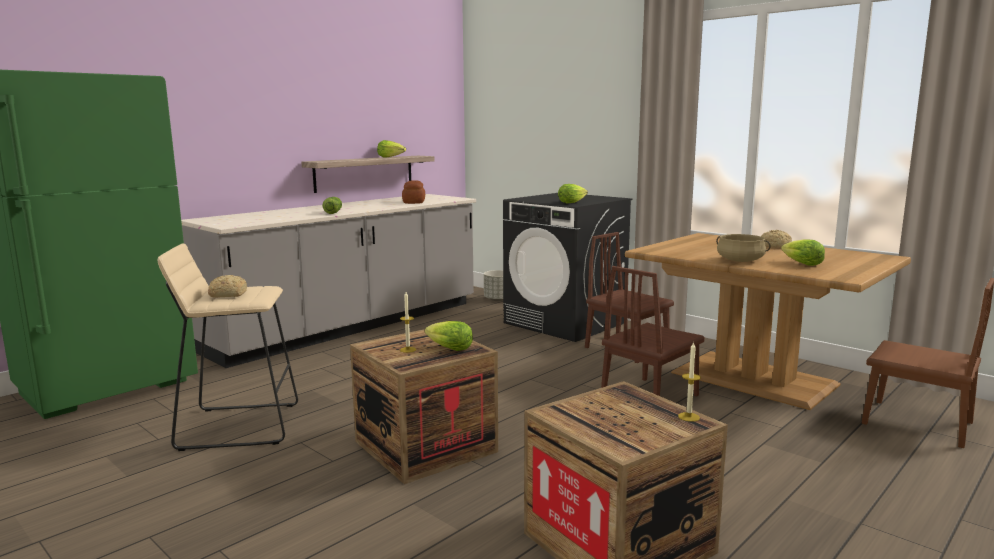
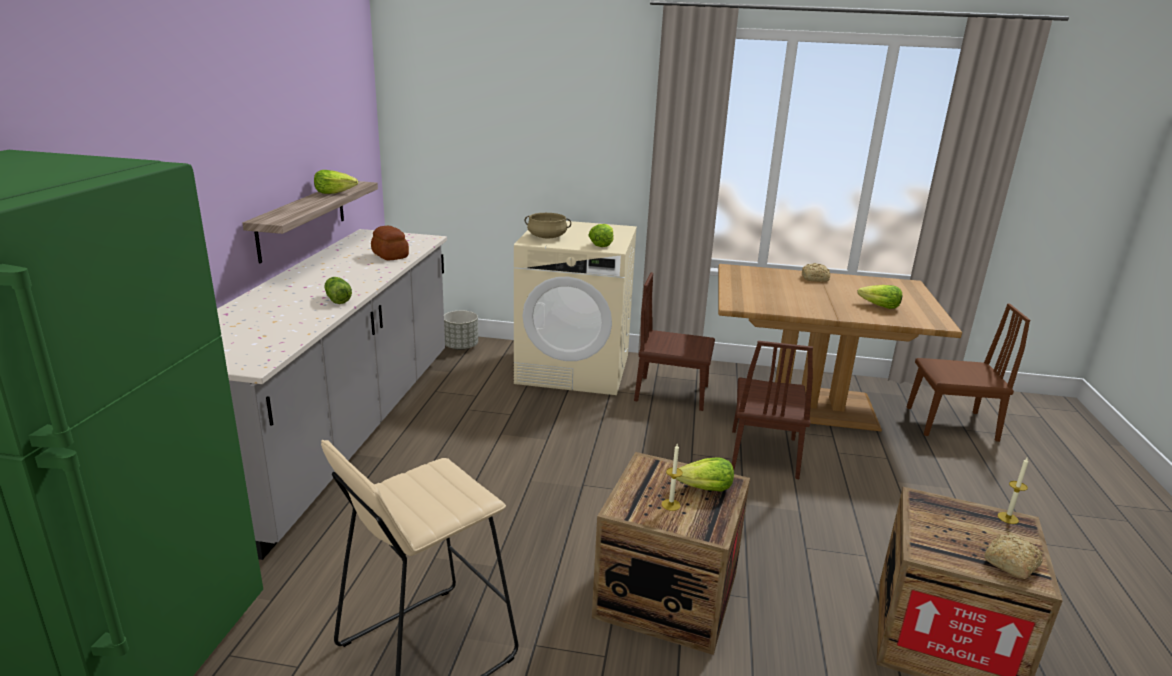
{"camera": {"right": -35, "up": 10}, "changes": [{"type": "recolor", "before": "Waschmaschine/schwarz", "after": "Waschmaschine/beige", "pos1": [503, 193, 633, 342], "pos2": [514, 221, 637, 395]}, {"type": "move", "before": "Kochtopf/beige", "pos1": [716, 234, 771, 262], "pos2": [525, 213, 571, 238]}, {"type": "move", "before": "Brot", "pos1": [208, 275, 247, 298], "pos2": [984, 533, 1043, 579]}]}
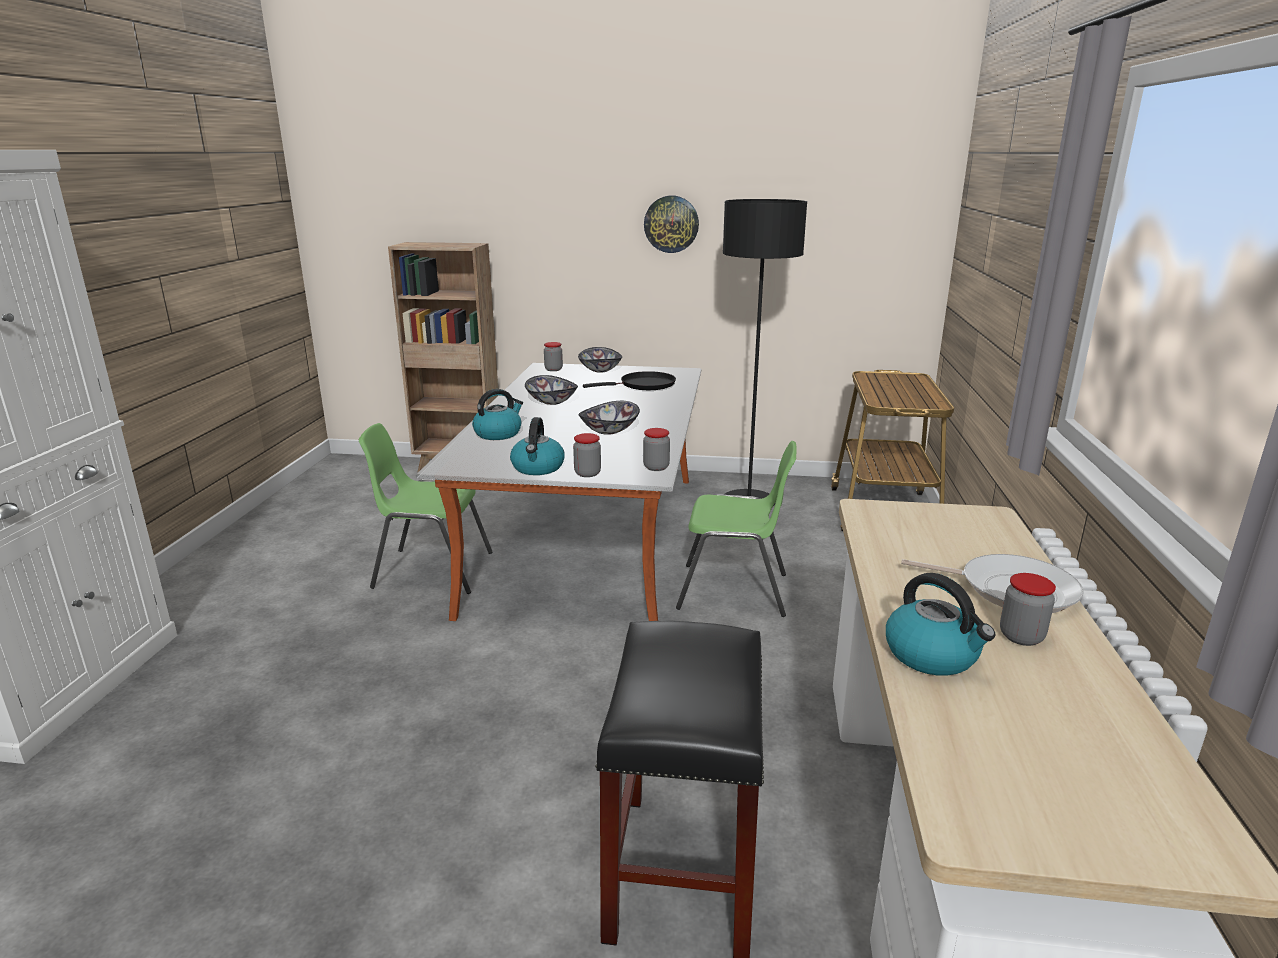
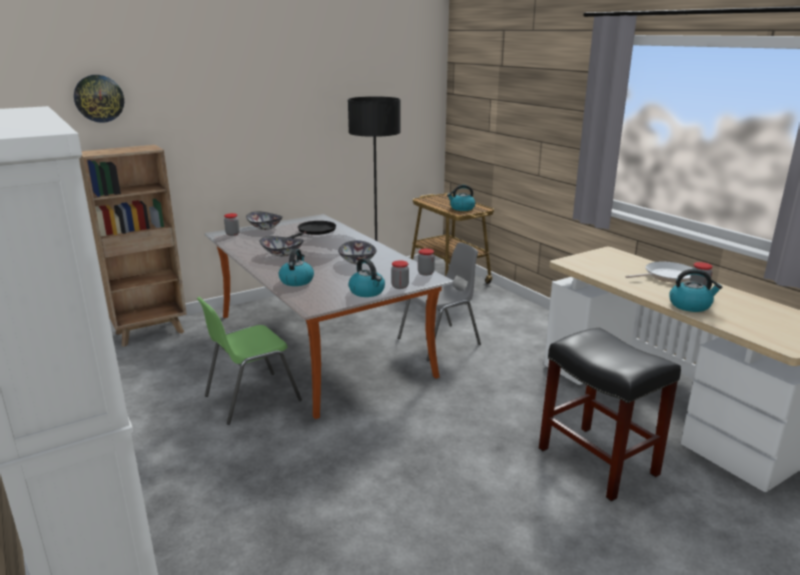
{"camera": {"right": -40, "up": 0}, "changes": [{"type": "move", "before": "Wanduhr", "pos1": [644, 195, 699, 253], "pos2": [74, 75, 124, 123]}, {"type": "recolor", "before": "Stuhl/grün", "after": "Stuhl/grau", "pos1": [676, 441, 797, 617], "pos2": [398, 242, 481, 361]}, {"type": "insert", "after": "Wasserkessel", "pos2": [447, 185, 475, 211]}]}
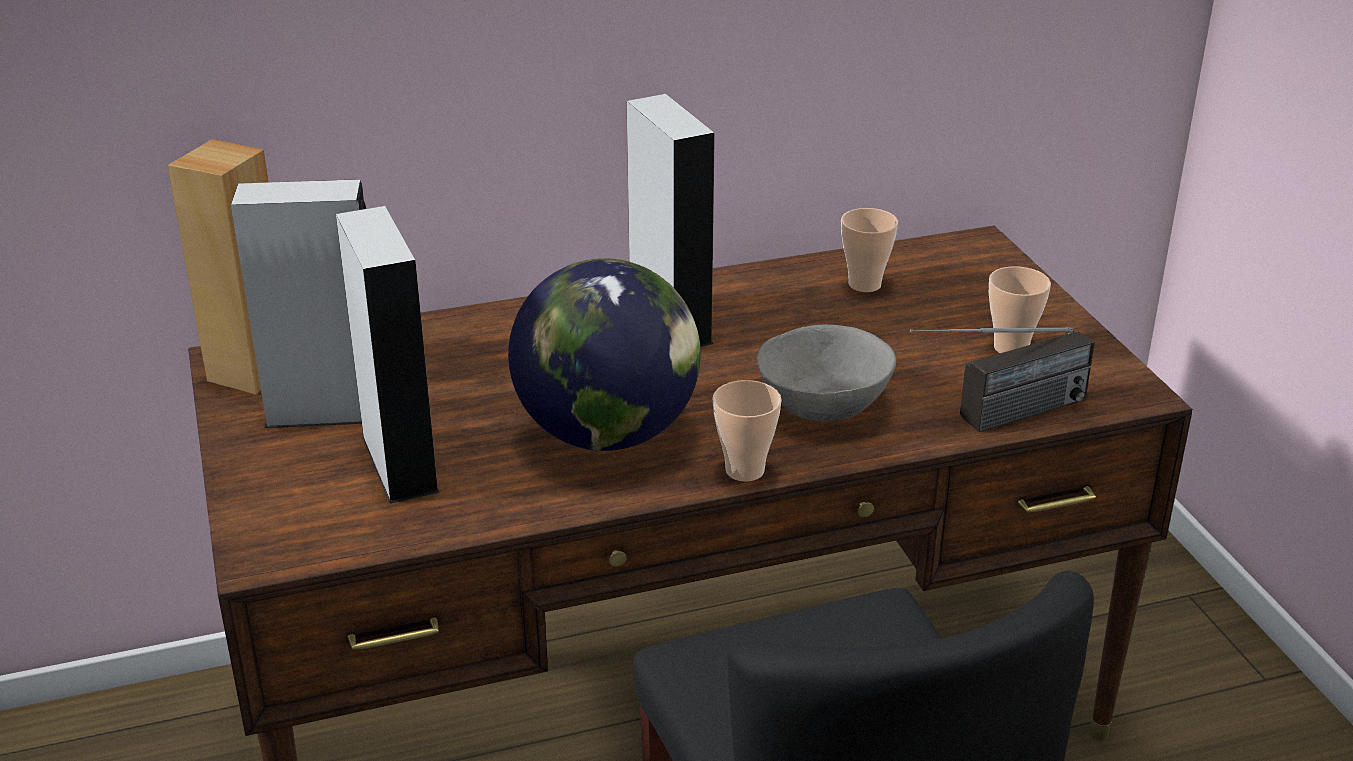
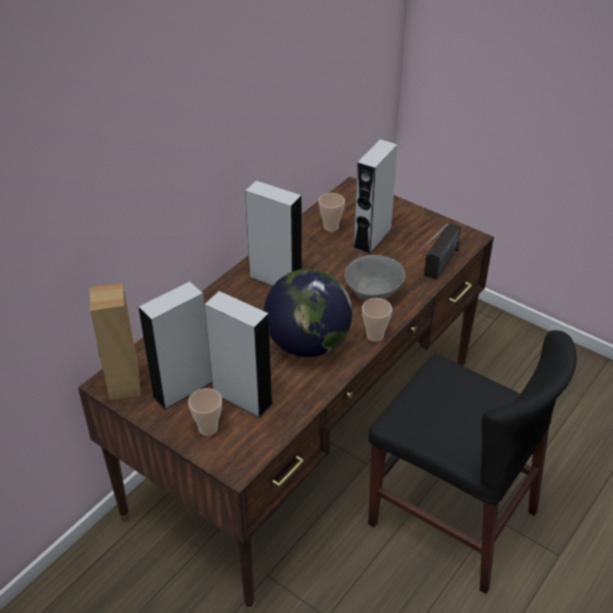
{"camera": {"right": -35, "up": 10}, "changes": [{"type": "move", "before": "Tasse", "pos1": [989, 266, 1051, 353], "pos2": [188, 388, 222, 436]}, {"type": "insert", "after": "Lautsprecher/grau", "pos2": [353, 139, 398, 255]}]}
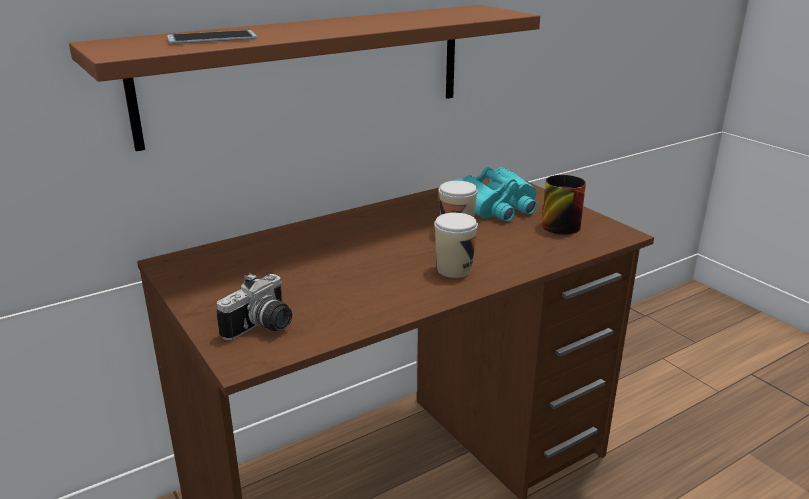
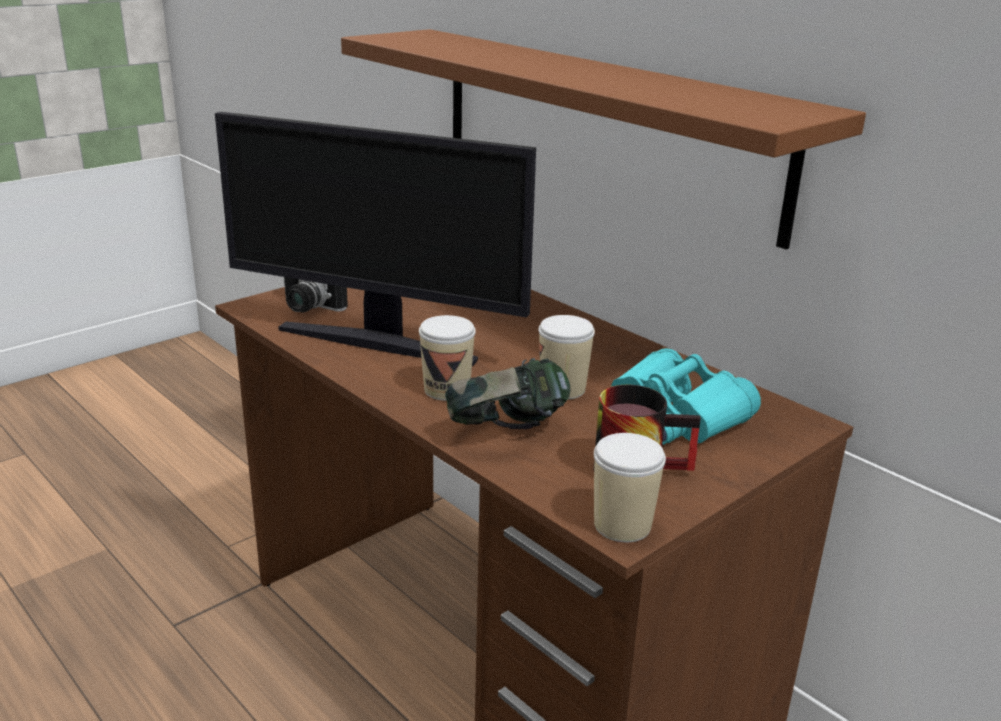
{"camera": {"right": 80, "up": 0}, "changes": [{"type": "delete", "before": "Handy", "pos1": [167, 30, 257, 44]}, {"type": "insert", "after": "Monitor", "pos2": [215, 112, 536, 367]}, {"type": "insert", "after": "Kopfhörer", "pos2": [445, 358, 570, 429]}, {"type": "insert", "after": "Tasse", "pos2": [594, 433, 666, 542]}]}
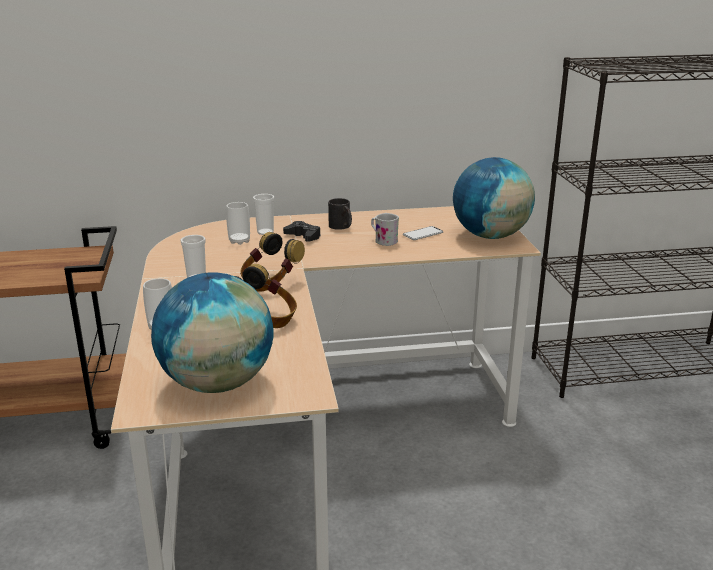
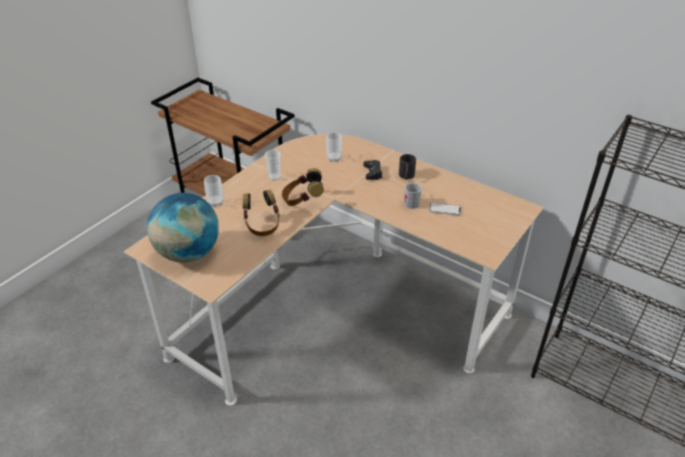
{"camera": {"right": 45, "up": 15}, "changes": [{"type": "delete", "before": "Globus", "pos1": [453, 157, 535, 239]}, {"type": "delete", "before": "Tasse", "pos1": [253, 194, 274, 235]}]}
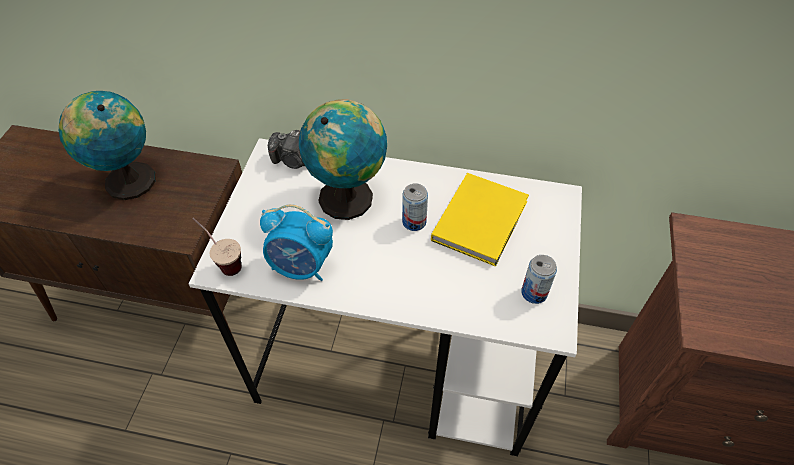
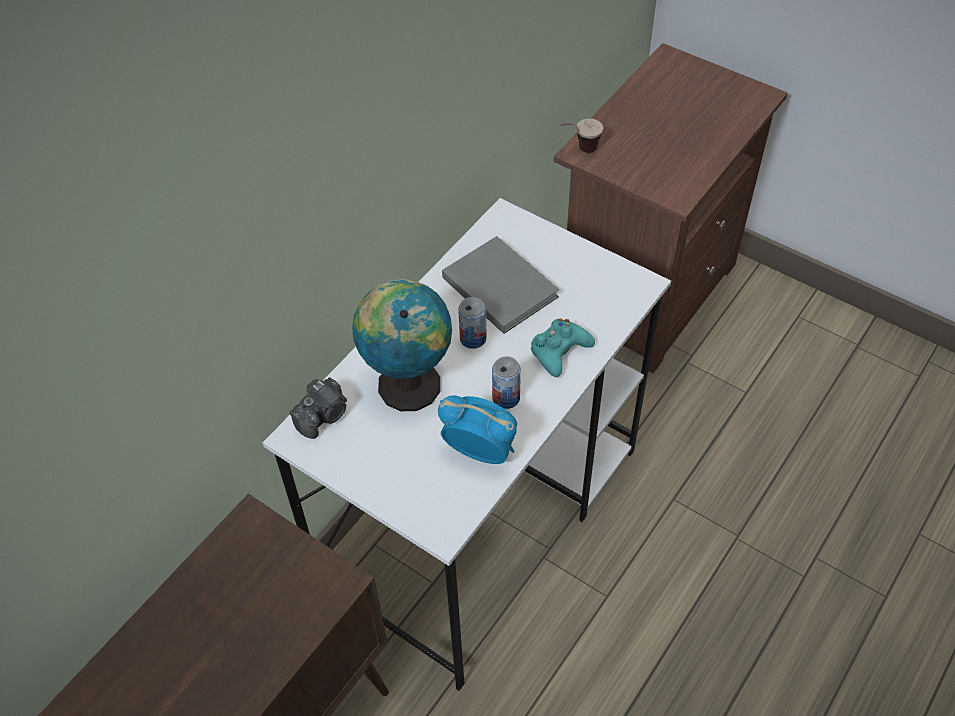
{"camera": {"right": -65, "up": 0}, "changes": [{"type": "delete", "before": "Globus", "pos1": [59, 91, 156, 200]}, {"type": "recolor", "before": "Buch/gelb", "after": "Buch/grau", "pos1": [431, 173, 529, 267], "pos2": [442, 236, 559, 334]}, {"type": "rotate", "before": "Wecker", "pos1": [260, 204, 333, 281], "pos2": [438, 395, 517, 464], "turn": -105}, {"type": "move", "before": "Tasse", "pos1": [192, 218, 242, 276], "pos2": [560, 118, 603, 153]}, {"type": "move", "before": "Dose", "pos1": [521, 255, 557, 304], "pos2": [492, 356, 521, 409]}, {"type": "insert", "after": "Gamepad/türkis", "pos2": [531, 319, 595, 377]}]}
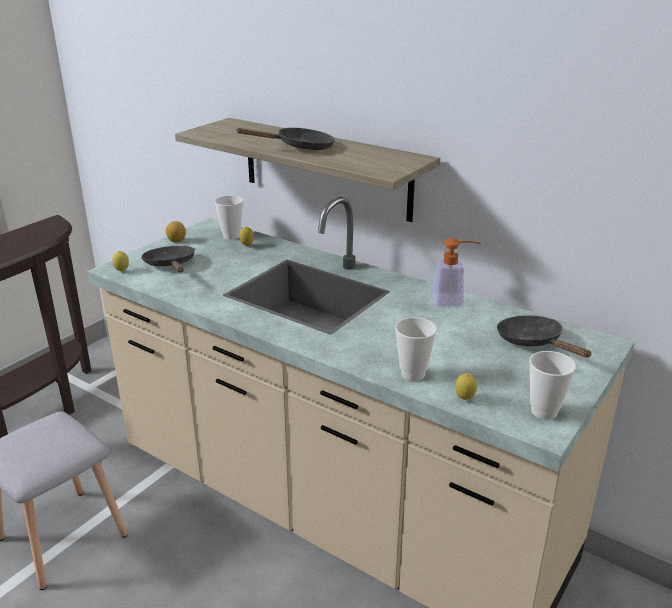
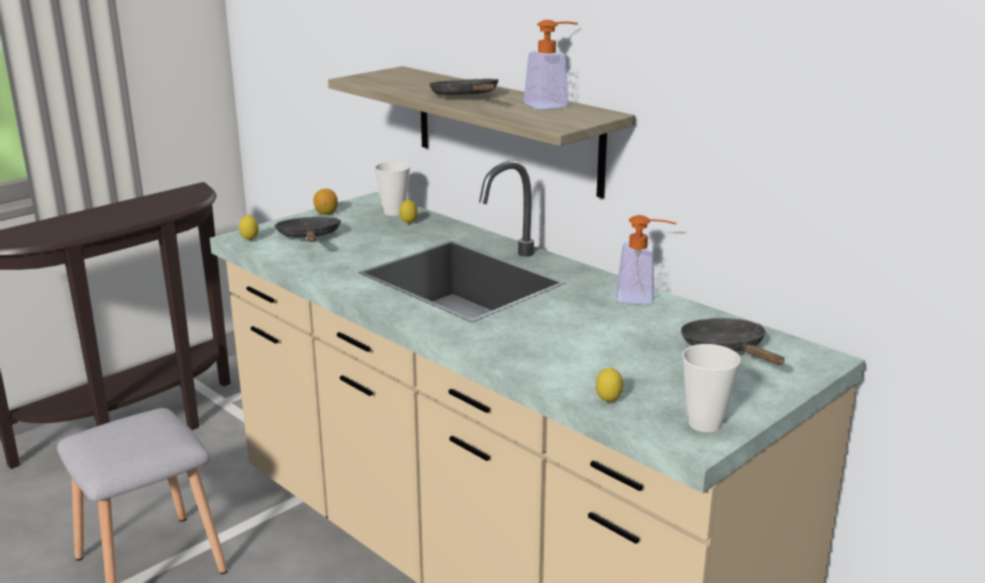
{"camera": {"right": 10, "up": -5}, "changes": [{"type": "rotate", "before": "Pfanne/schwarz", "pos1": [235, 128, 335, 150], "pos2": [429, 79, 498, 95], "turn": -105}, {"type": "delete", "before": "Tasse", "pos1": [395, 317, 437, 381]}, {"type": "insert", "after": "Seifenspender", "pos2": [524, 20, 578, 110]}]}
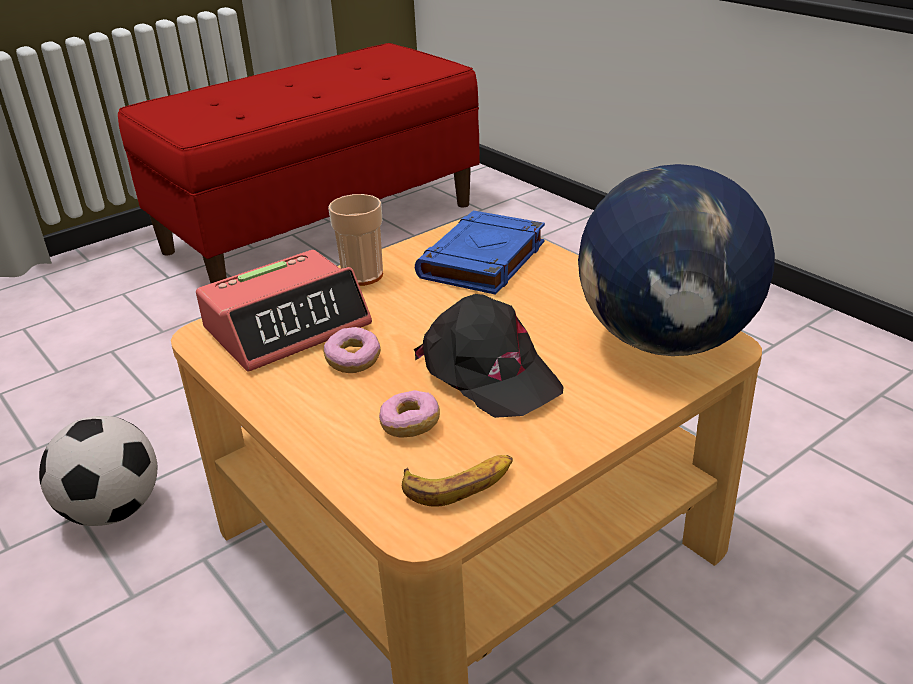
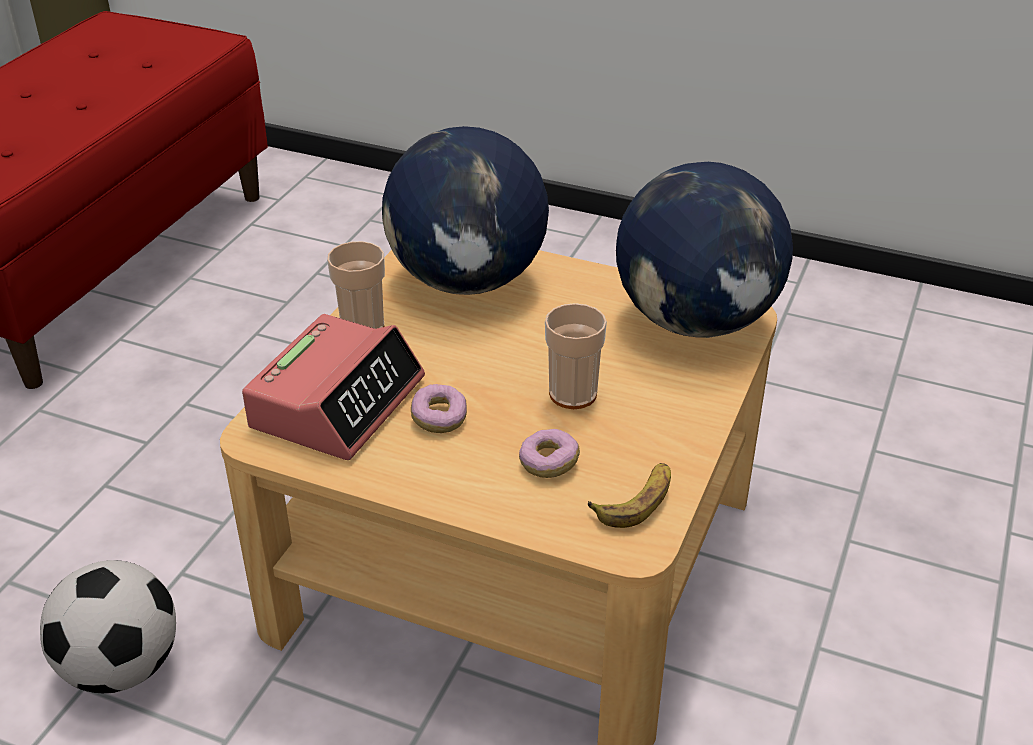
{"camera": {"right": -30, "up": 5}, "changes": [{"type": "replace", "before": "Buch/blau", "after": "Globus", "pos1": [415, 211, 545, 295], "pos2": [382, 126, 549, 295]}, {"type": "replace", "before": "Kappe/schwarz", "after": "Tasse", "pos1": [414, 294, 563, 418], "pos2": [545, 303, 607, 409]}]}
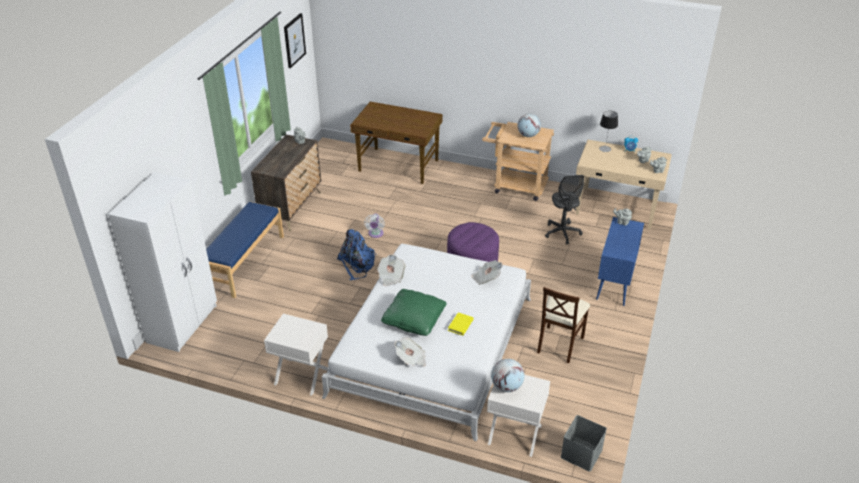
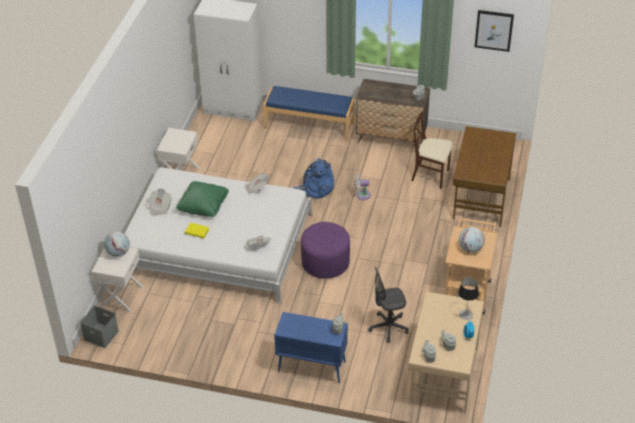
{"camera": {"right": 85, "up": 5}, "changes": [{"type": "move", "before": "Stuhl/beige", "pos1": [537, 287, 590, 363], "pos2": [411, 111, 453, 189]}]}
